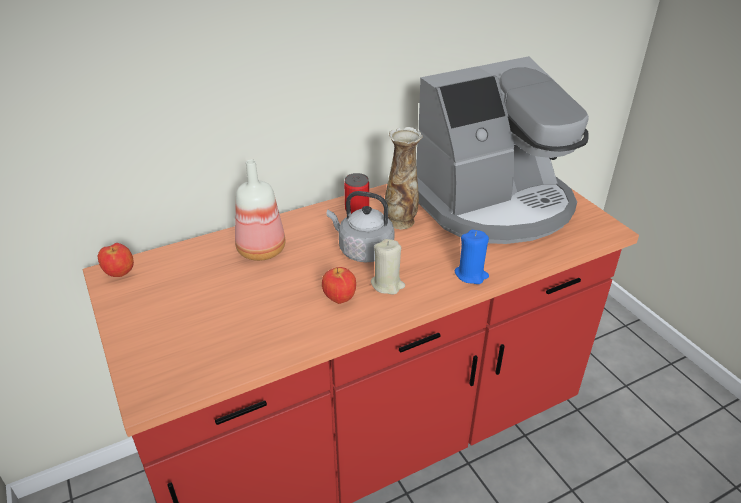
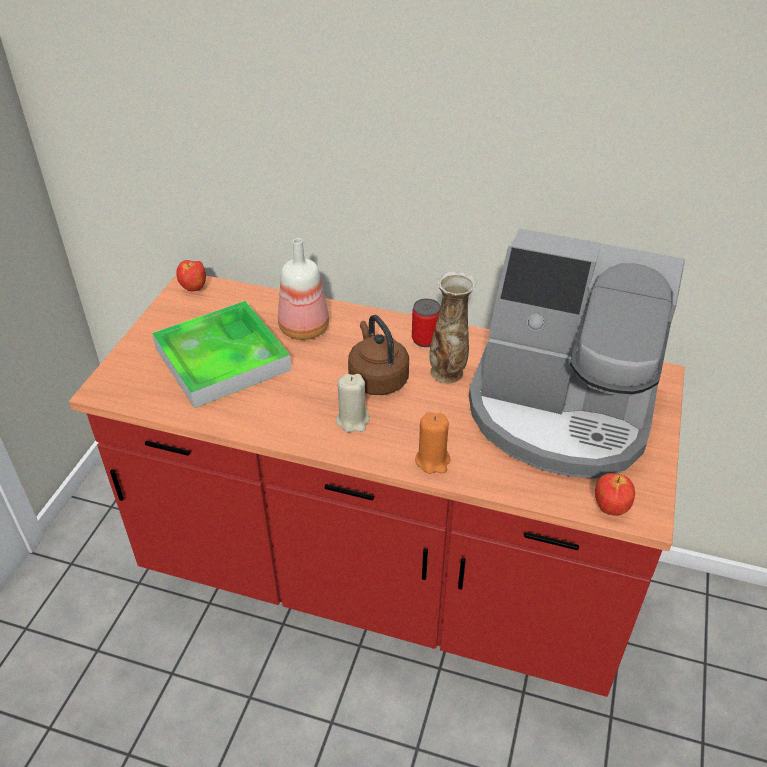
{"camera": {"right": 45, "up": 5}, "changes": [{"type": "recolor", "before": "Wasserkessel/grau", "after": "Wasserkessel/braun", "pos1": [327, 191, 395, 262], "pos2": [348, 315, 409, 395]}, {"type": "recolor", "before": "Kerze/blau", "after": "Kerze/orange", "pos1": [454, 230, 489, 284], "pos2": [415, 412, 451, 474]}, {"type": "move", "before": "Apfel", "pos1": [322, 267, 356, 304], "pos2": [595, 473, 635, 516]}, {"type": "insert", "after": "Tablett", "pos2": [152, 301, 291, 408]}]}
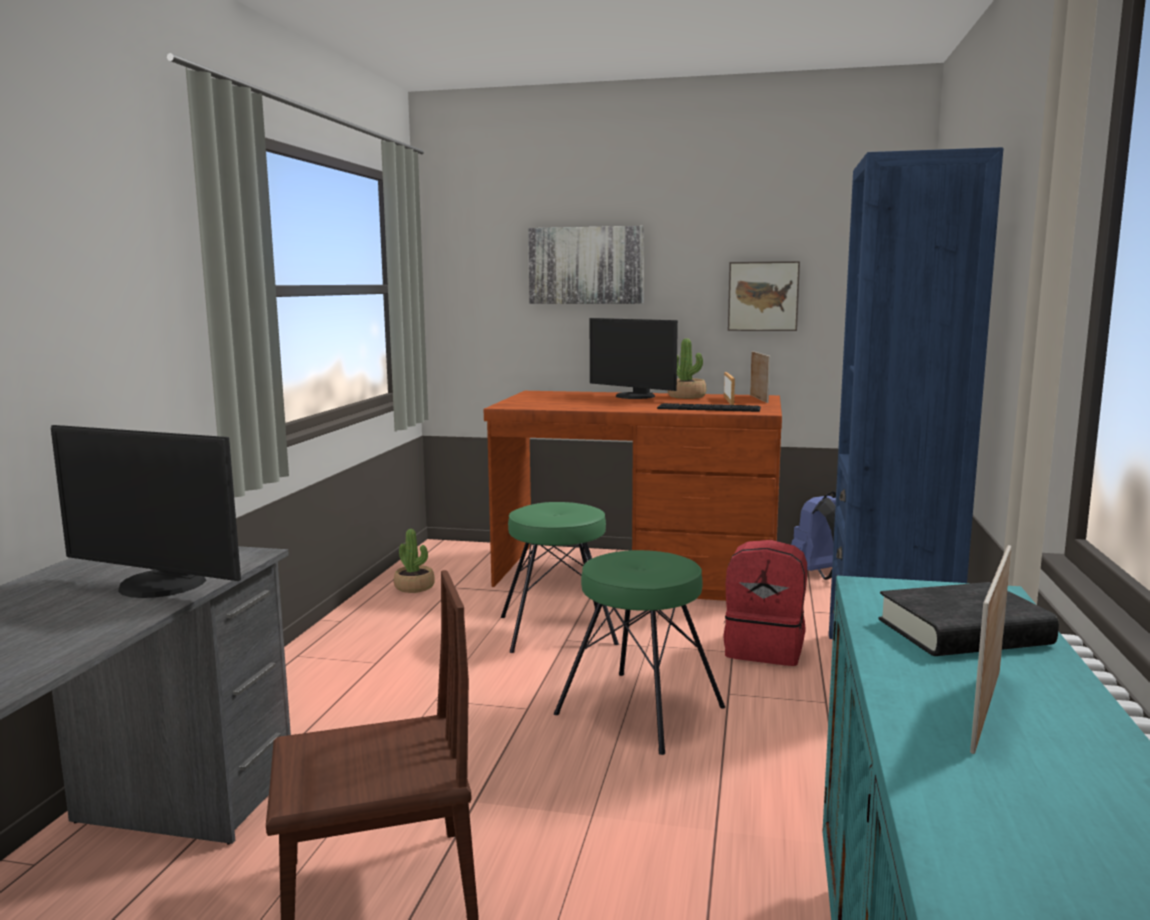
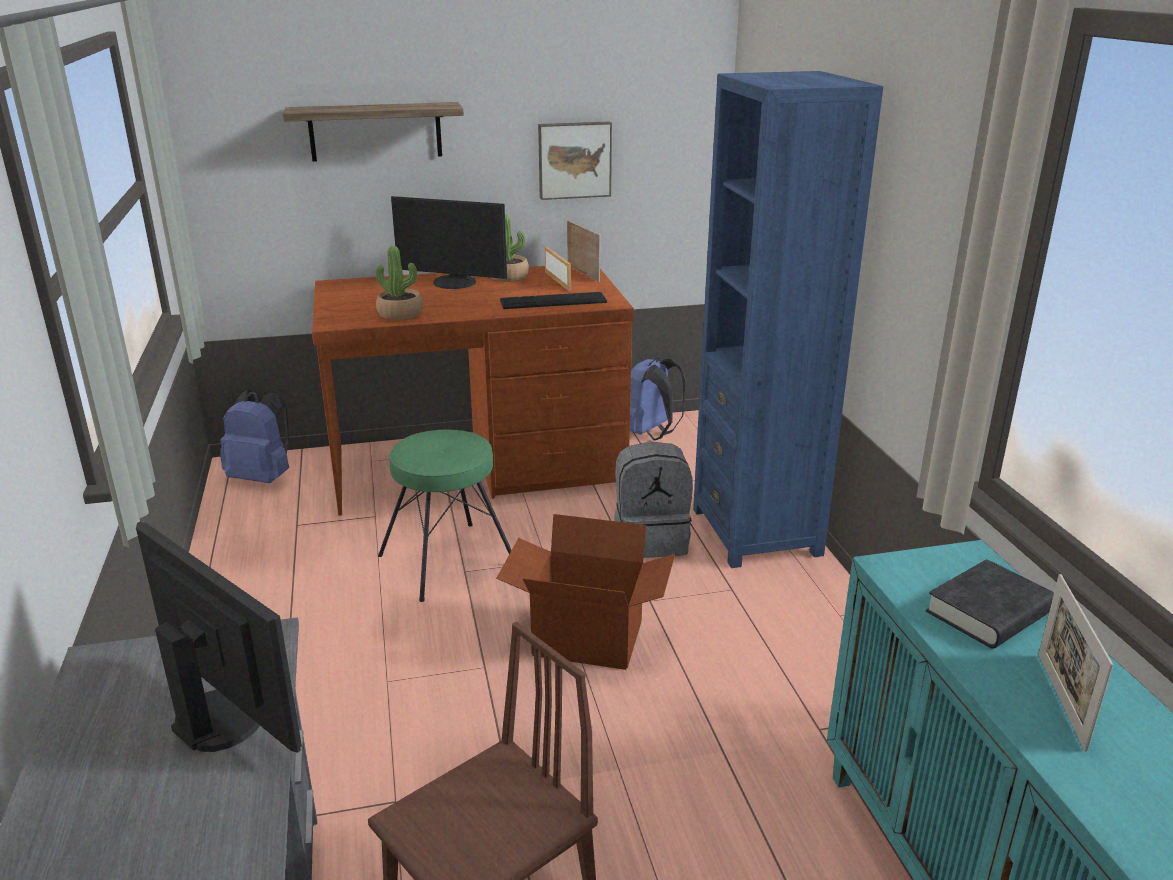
{"camera": {"right": -25, "up": 15}, "changes": [{"type": "replace", "before": "Bild", "after": "Wandregal", "pos1": [528, 226, 644, 304], "pos2": [283, 102, 464, 162]}, {"type": "rotate", "before": "Monitor", "pos1": [51, 425, 241, 598], "pos2": [136, 521, 302, 753], "turn": -135}, {"type": "move", "before": "Topfpflanze", "pos1": [394, 529, 435, 593], "pos2": [376, 246, 423, 320]}, {"type": "recolor", "before": "Rucksack/rot", "after": "Rucksack/grau", "pos1": [723, 540, 807, 666], "pos2": [614, 442, 693, 558]}, {"type": "replace", "before": "Hocker/grün", "after": "Karton", "pos1": [554, 550, 725, 755], "pos2": [496, 514, 675, 670]}, {"type": "insert", "after": "Rucksack/blau", "pos2": [220, 390, 289, 483]}]}
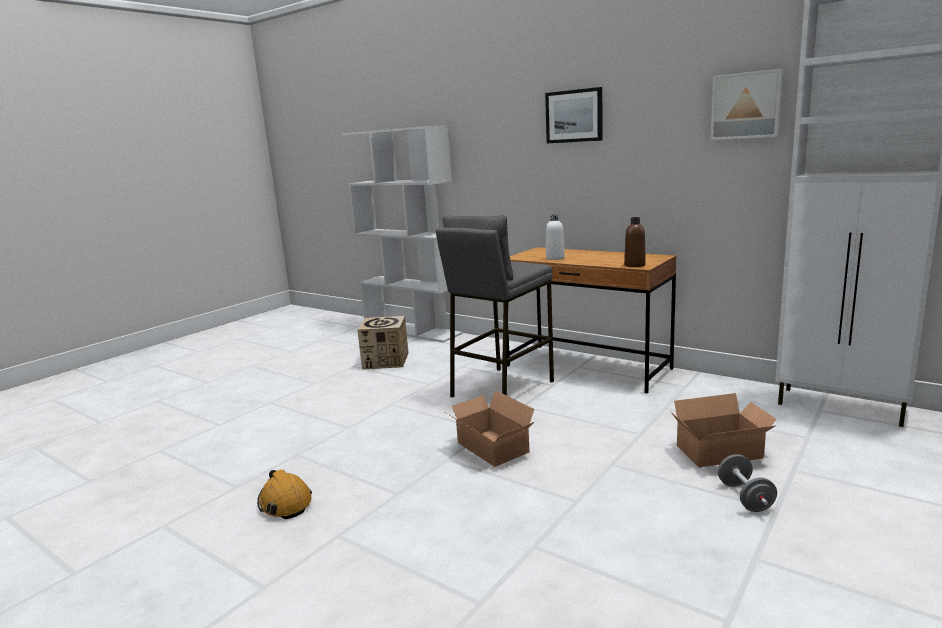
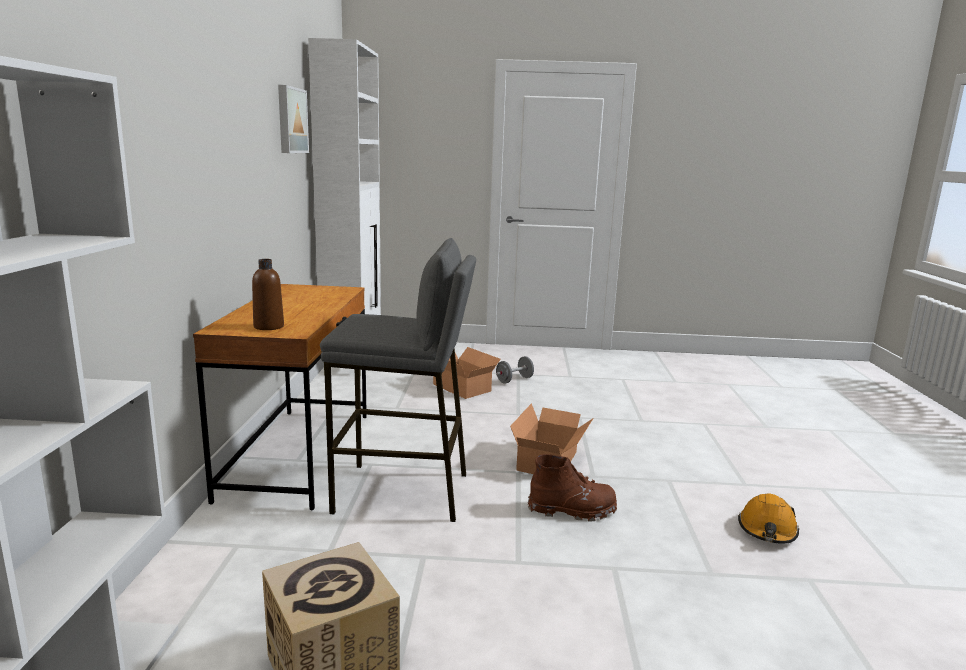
{"camera": {"right": -125, "up": 0}, "changes": [{"type": "delete", "before": "Bild", "pos1": [545, 87, 603, 143]}, {"type": "delete", "before": "Flasche/weiß", "pos1": [546, 214, 565, 260]}, {"type": "move", "before": "Flasche/braun", "pos1": [624, 217, 646, 267], "pos2": [252, 259, 284, 330]}, {"type": "insert", "after": "Stiefel/braun", "pos2": [528, 454, 617, 522]}]}
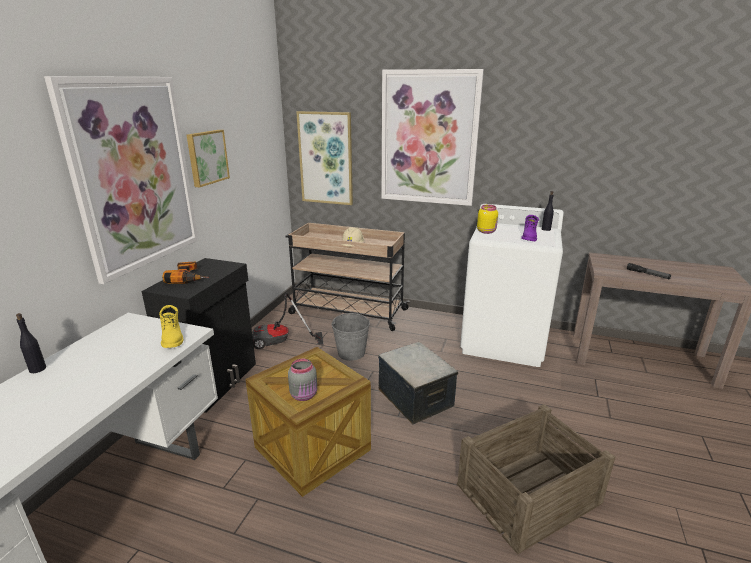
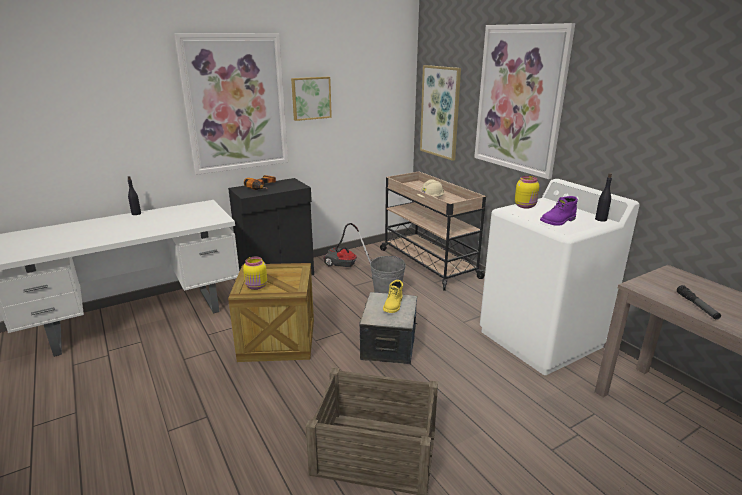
{"camera": {"right": 40, "up": 0}, "changes": [{"type": "move", "before": "Stiefel/gelb", "pos1": [159, 305, 183, 348], "pos2": [383, 280, 403, 313]}, {"type": "recolor", "before": "Vorratsglas/grau", "after": "Vorratsglas/gelb", "pos1": [288, 359, 317, 401], "pos2": [243, 256, 267, 290]}]}
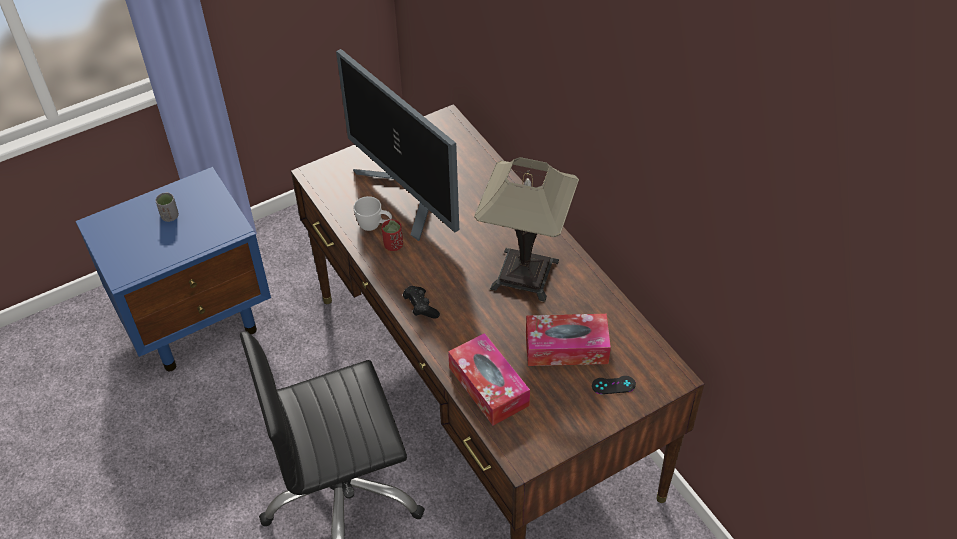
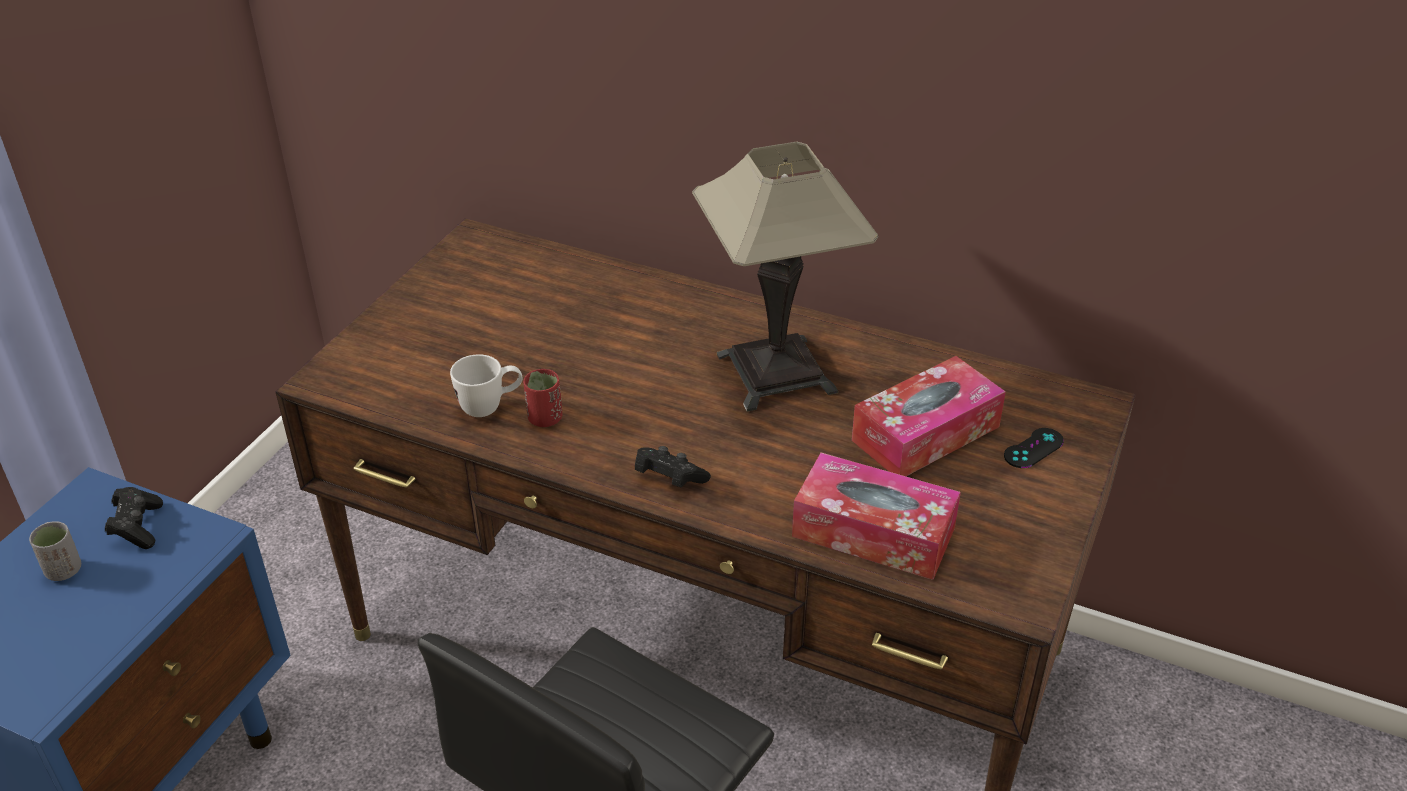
{"camera": {"right": -35, "up": -10}, "changes": [{"type": "delete", "before": "Monitor", "pos1": [336, 49, 459, 241]}, {"type": "insert", "after": "Gamepad/schwarz", "pos2": [105, 487, 163, 549]}]}
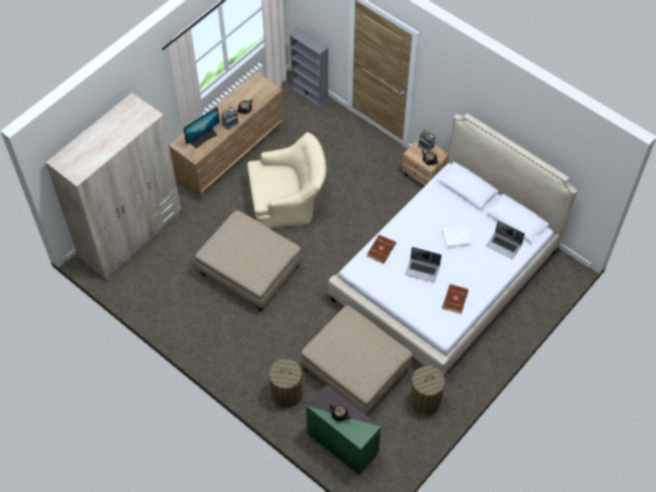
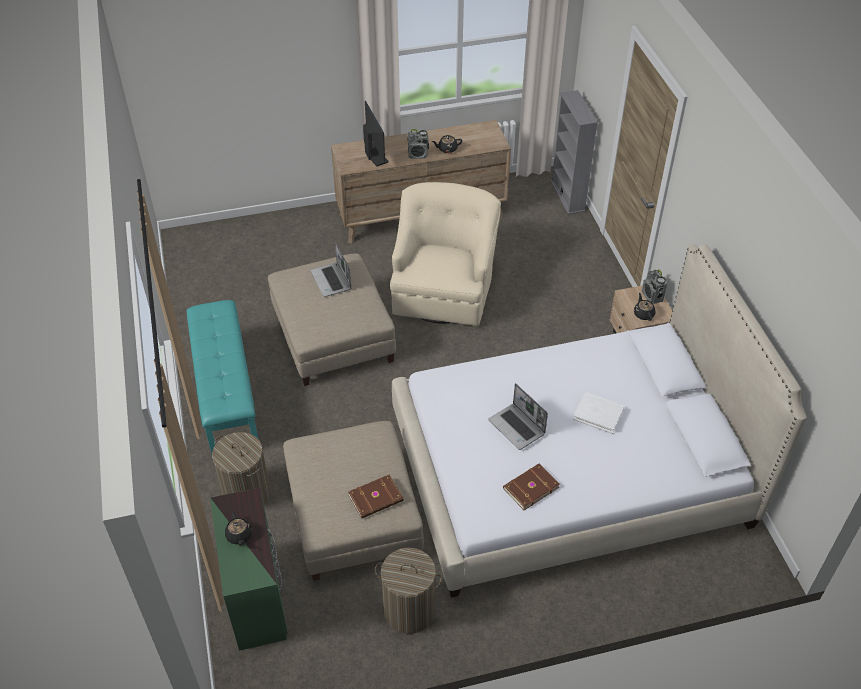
{"camera": {"right": 35, "up": -10}, "changes": [{"type": "delete", "before": "Kleiderschrank/beige", "pos1": [46, 93, 181, 279]}, {"type": "rotate", "before": "Monitor", "pos1": [183, 107, 220, 148], "pos2": [363, 101, 389, 166], "turn": -105}, {"type": "rotate", "before": "Sessel/beige", "pos1": [247, 132, 326, 228], "pos2": [390, 182, 501, 326], "turn": -105}, {"type": "move", "before": "Laptop", "pos1": [486, 221, 525, 259], "pos2": [310, 242, 351, 297]}, {"type": "move", "before": "Buch/braun", "pos1": [367, 235, 396, 264], "pos2": [348, 475, 404, 519]}, {"type": "insert", "after": "Bank/türkis", "pos2": [187, 300, 259, 454]}]}
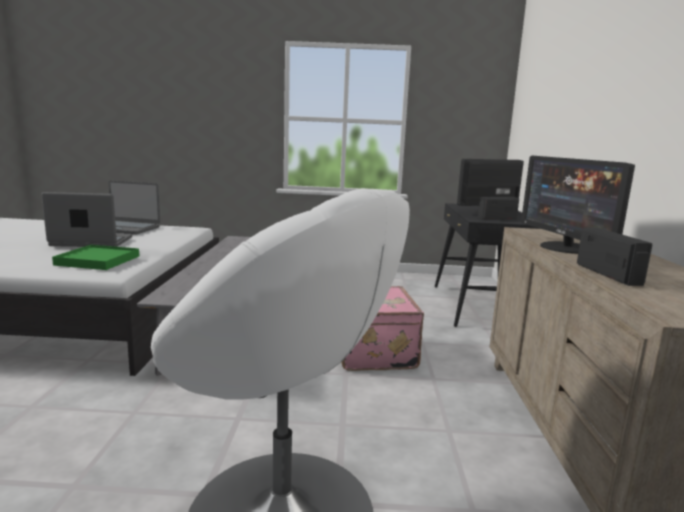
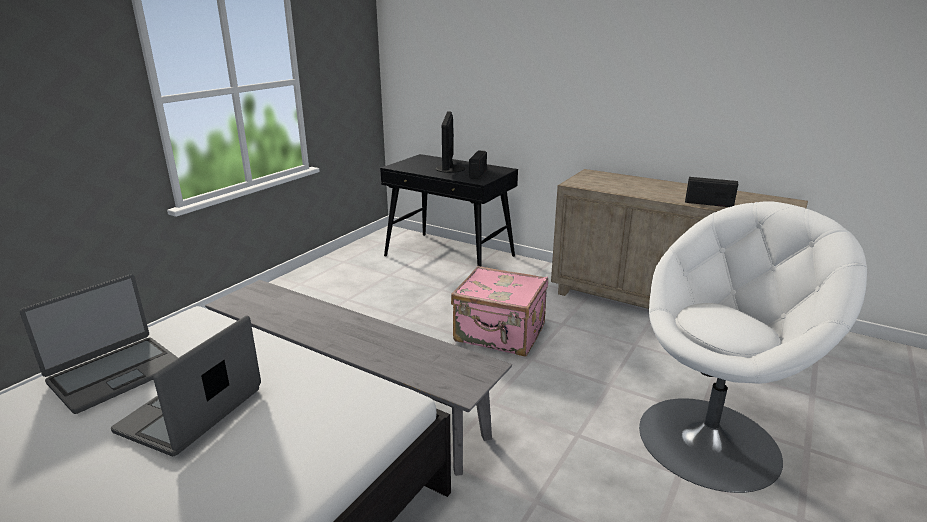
{"camera": {"right": -60, "up": 10}, "changes": [{"type": "delete", "before": "Monitor", "pos1": [521, 156, 635, 254]}, {"type": "delete", "before": "Tablett/grün", "pos1": [52, 245, 139, 270]}]}
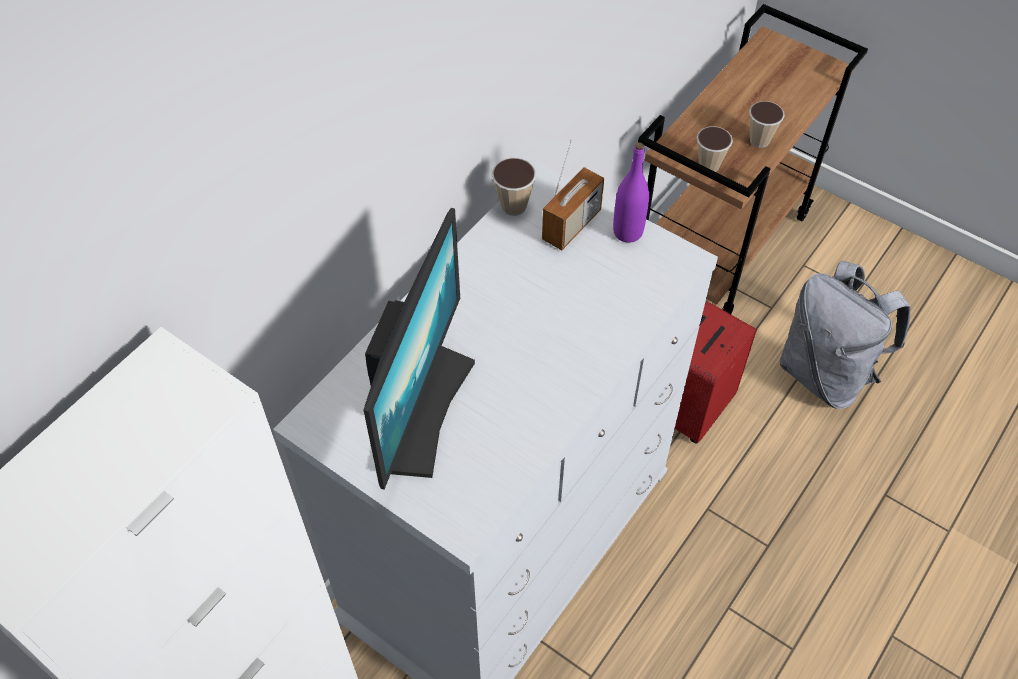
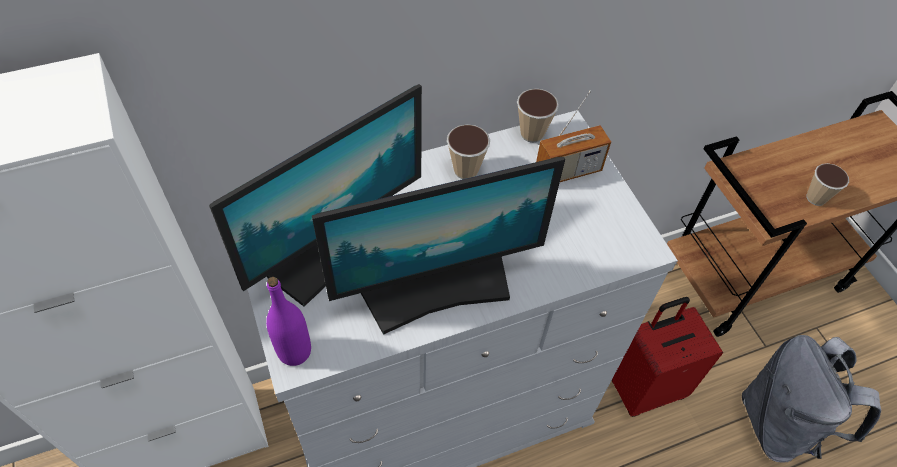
{"camera": {"right": 30, "up": 0}, "changes": [{"type": "move", "before": "Tasse", "pos1": [697, 126, 733, 172], "pos2": [447, 124, 490, 179]}, {"type": "move", "before": "Flasche/lila", "pos1": [613, 143, 649, 243], "pos2": [266, 277, 311, 366]}, {"type": "insert", "after": "Monitor", "pos2": [312, 157, 565, 335]}]}
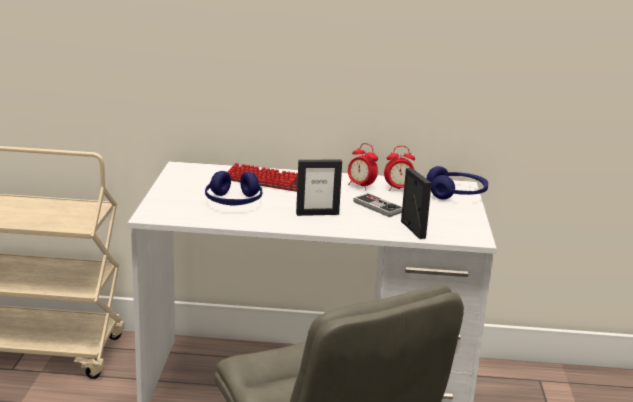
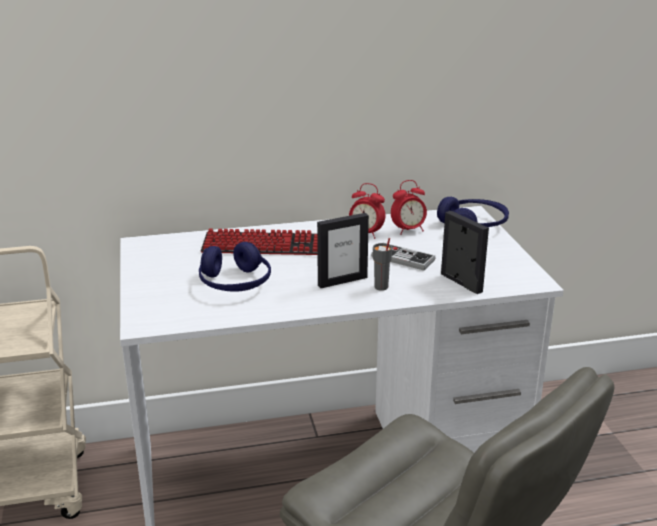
{"camera": {"right": -15, "up": 5}, "changes": [{"type": "insert", "after": "Tasse/grau", "pos2": [373, 238, 392, 291]}]}
